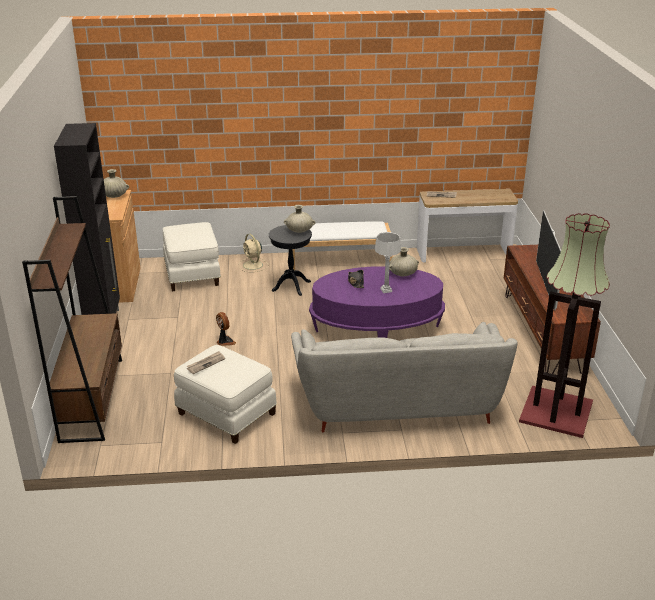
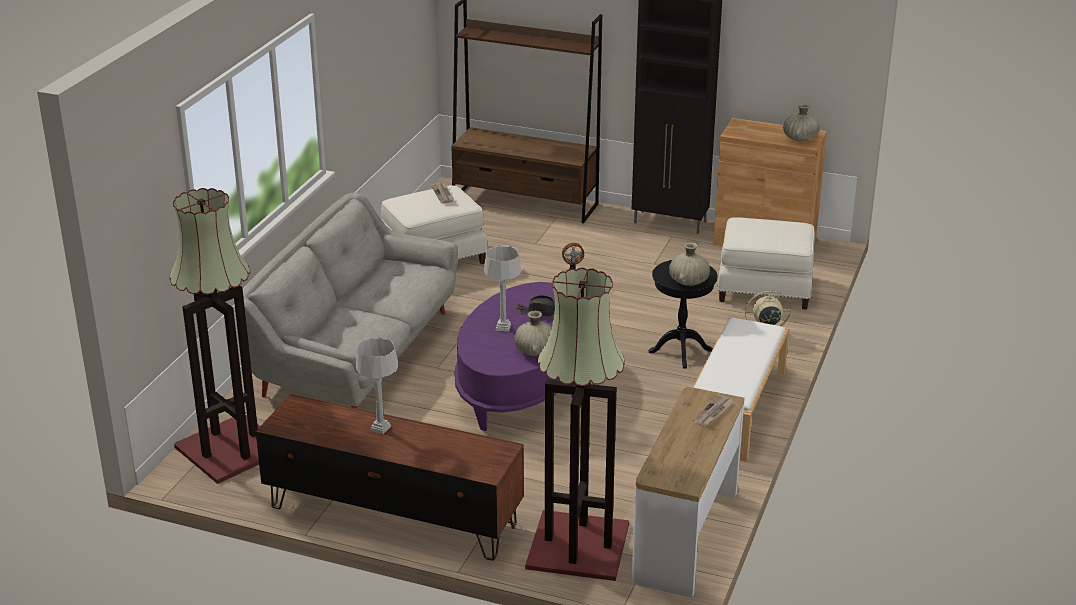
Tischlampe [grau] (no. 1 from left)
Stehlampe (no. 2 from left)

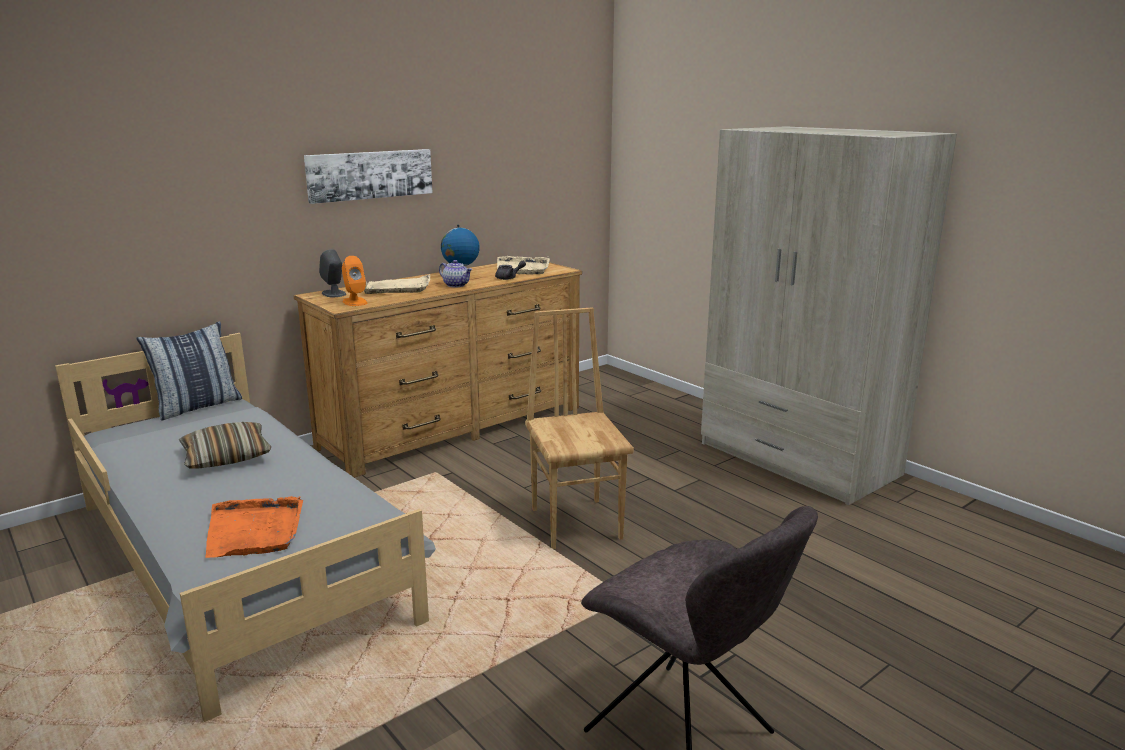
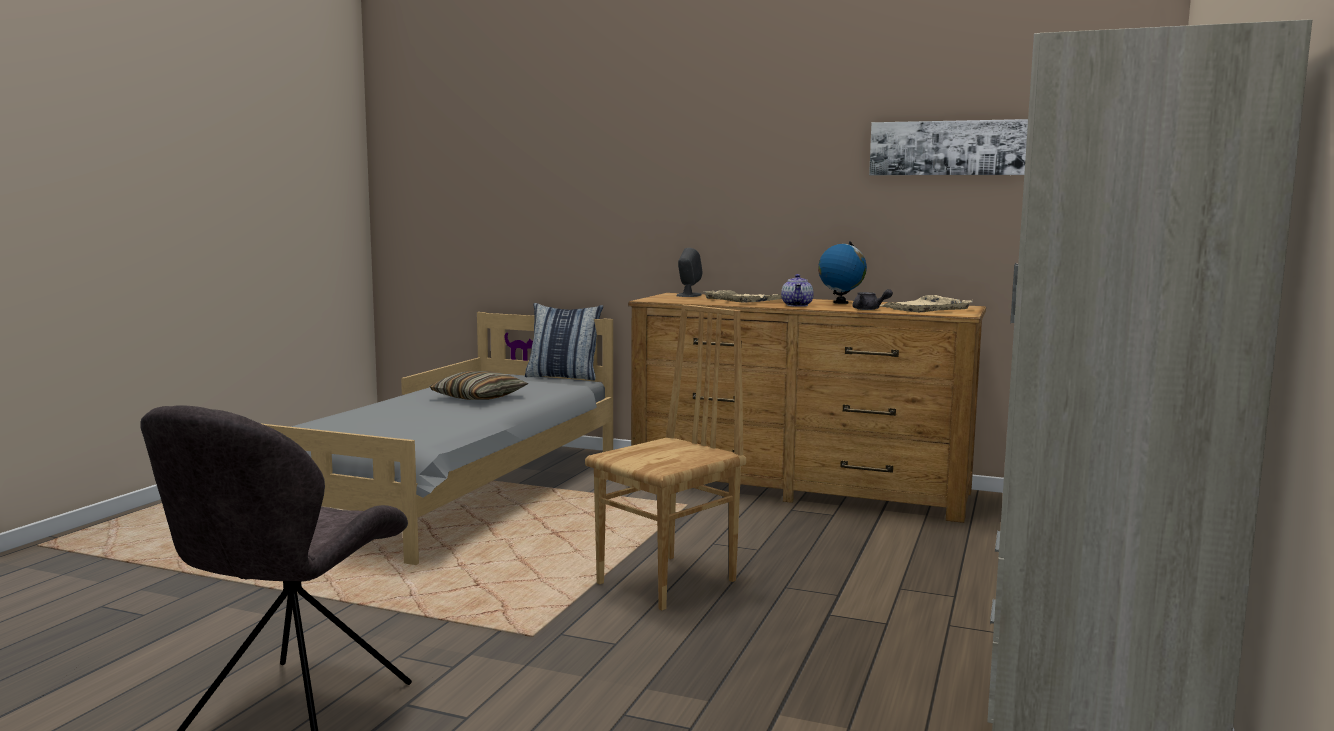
Bild
Tablett [orange]
Lautsprecher [orange]

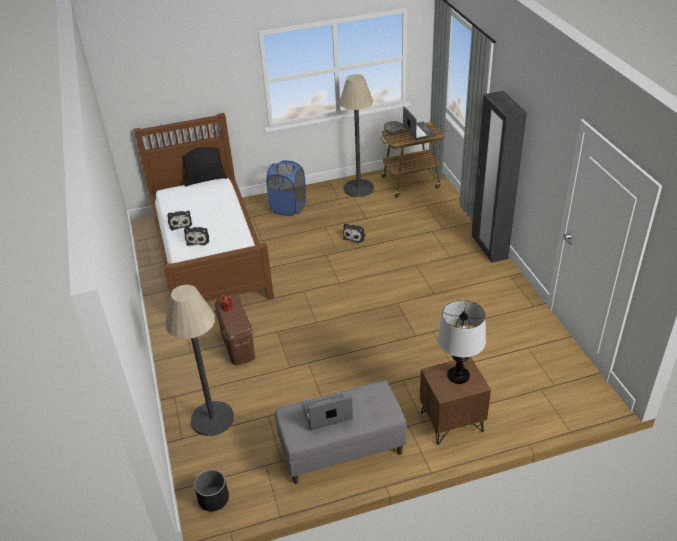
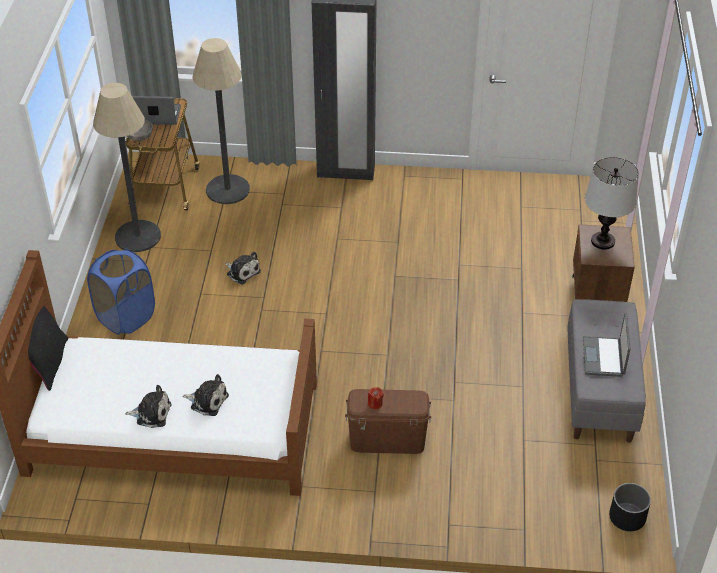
Stehlampe (no. 2 from left)

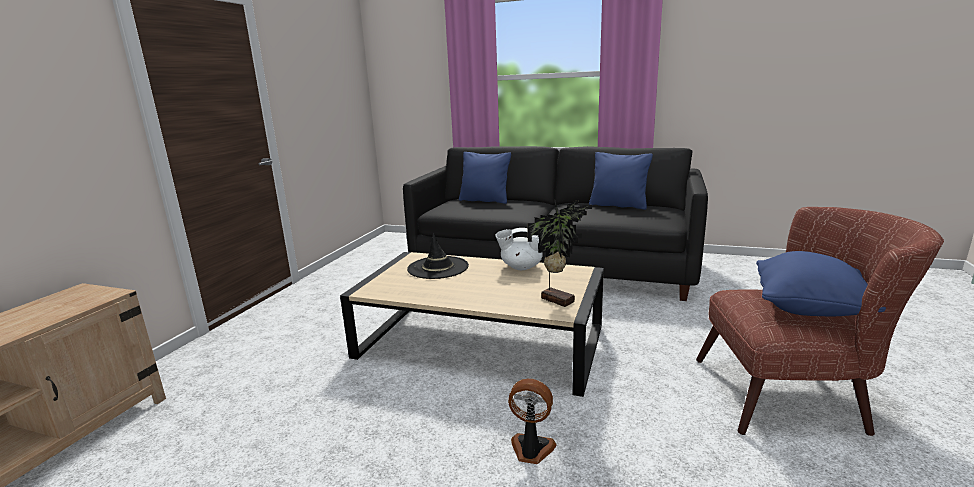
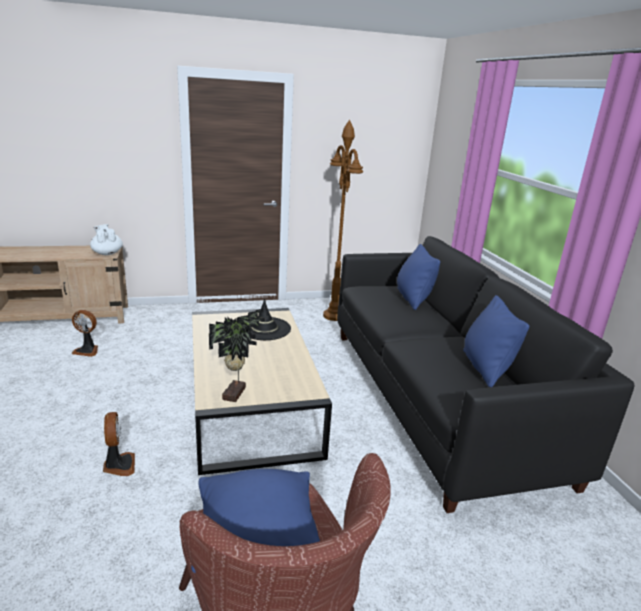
Ventilator (no. 1 from left)
Teekanne [weiß]
Stehlampe [braun]

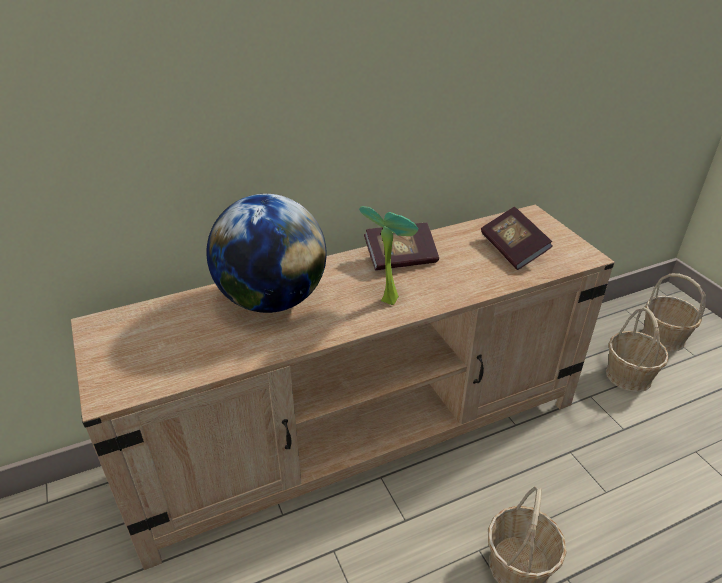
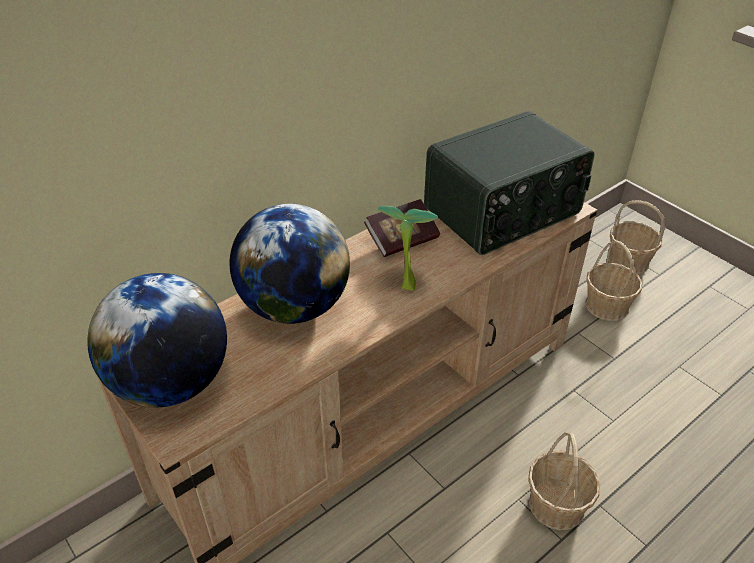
Globus (no. 1 from left)
Radio

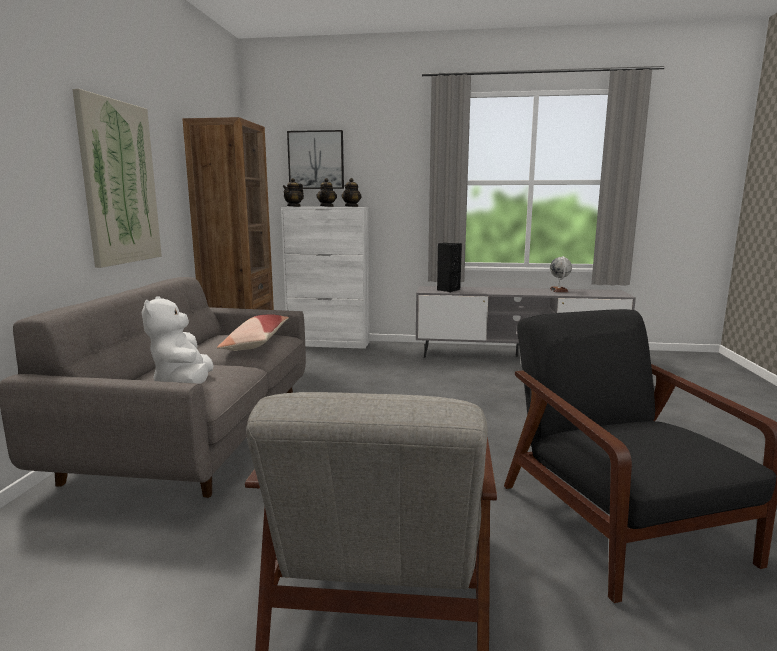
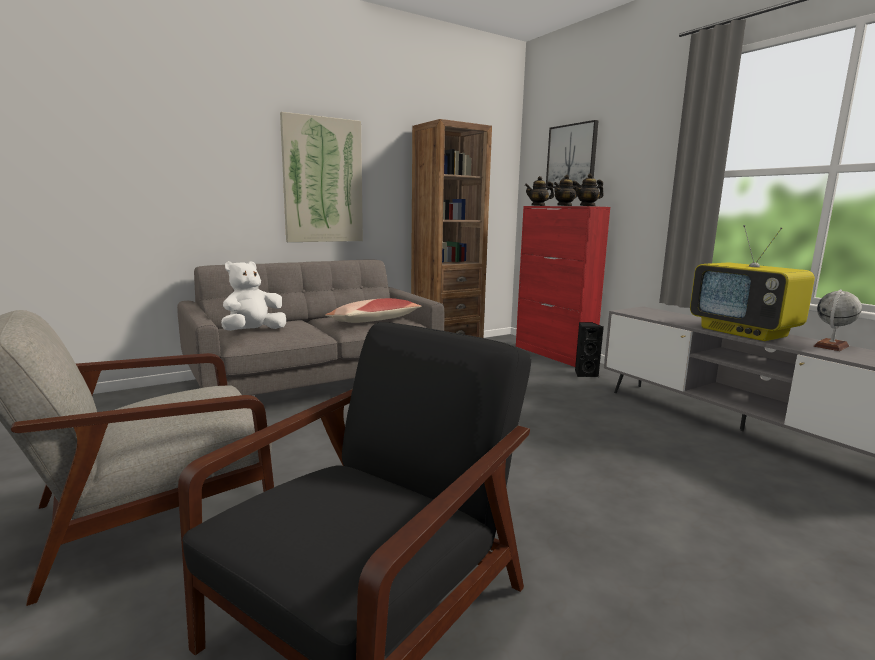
Schrank [rot]
Lautsprecher [schwarz]
Fernseher

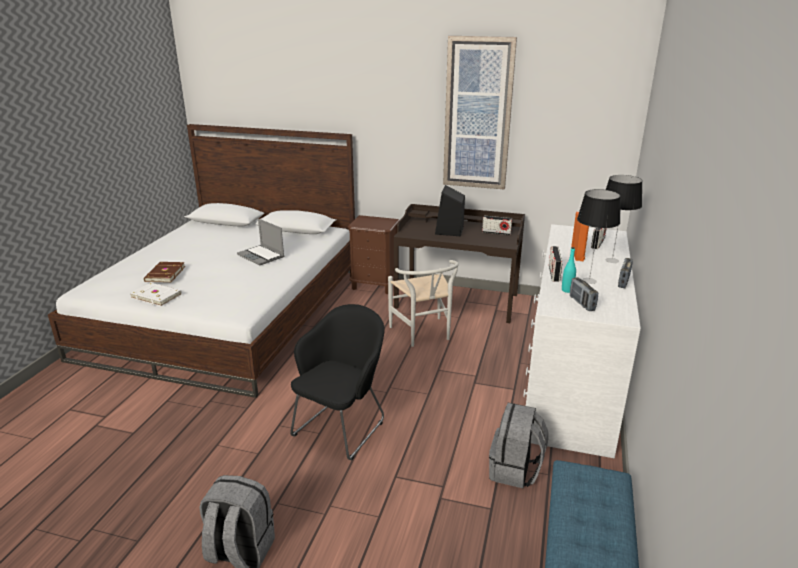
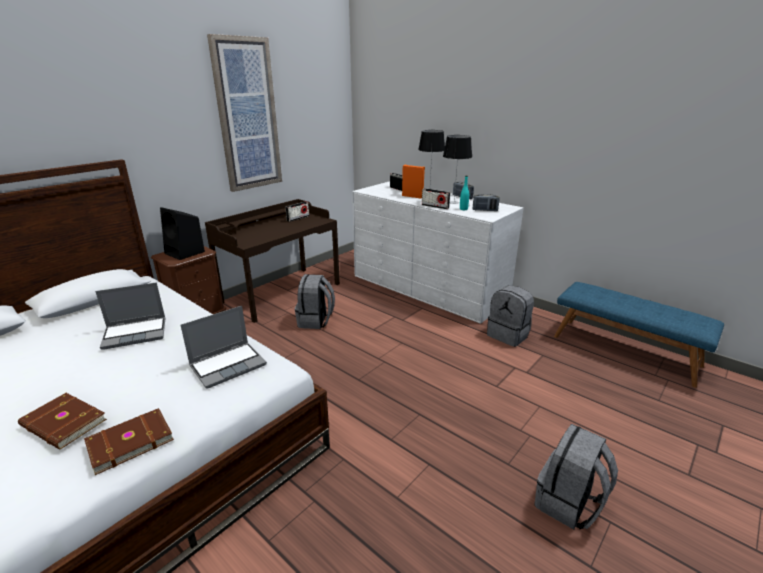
Buch [braun] (no. 2 from left)
Lautsprecher [schwarz]
Laptop (no. 2 from left)
Rucksack [grau] (no. 1 from left)
Sessel [schwarz]

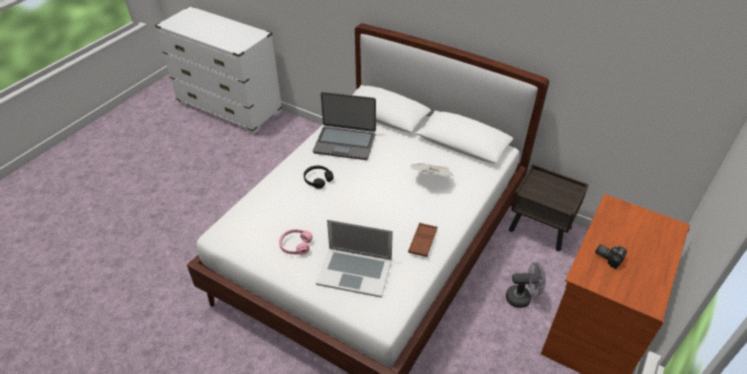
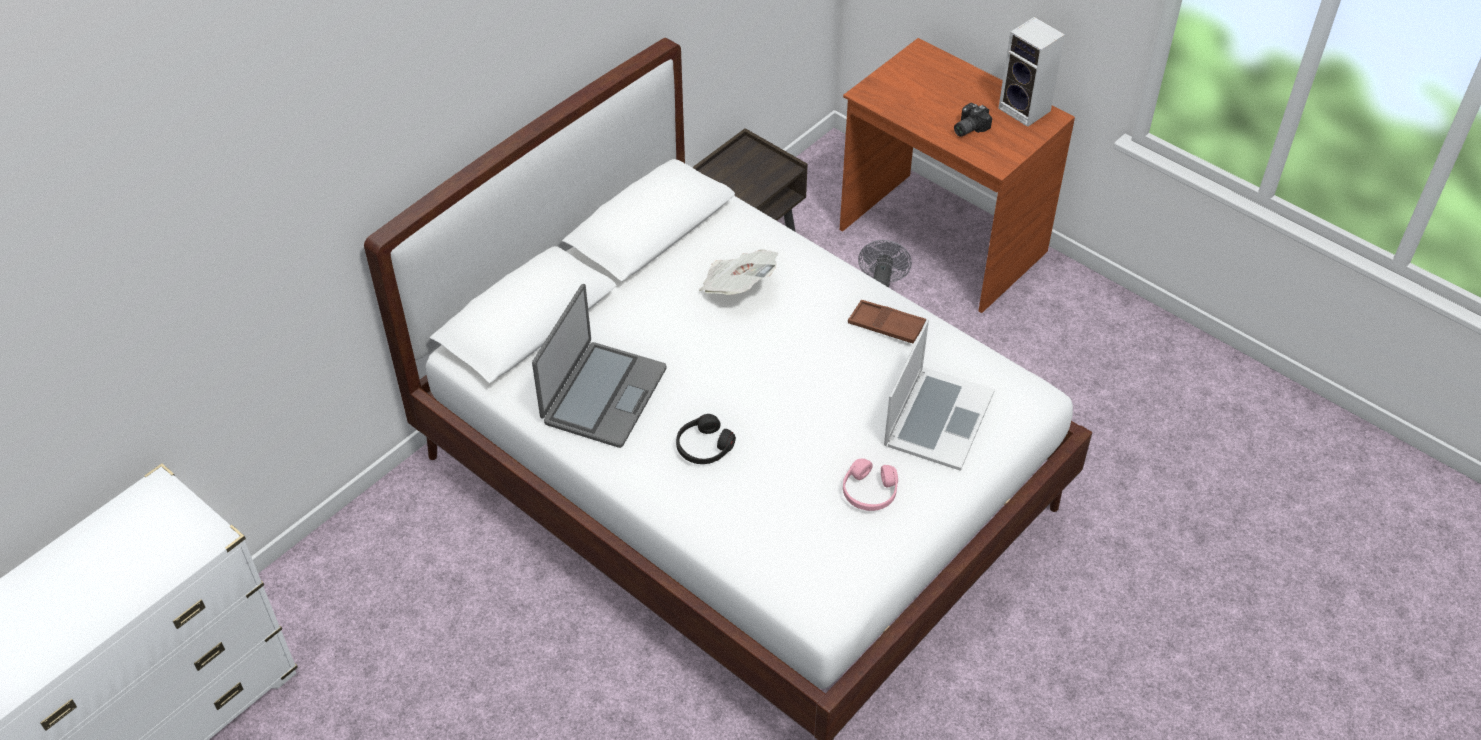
Lautsprecher

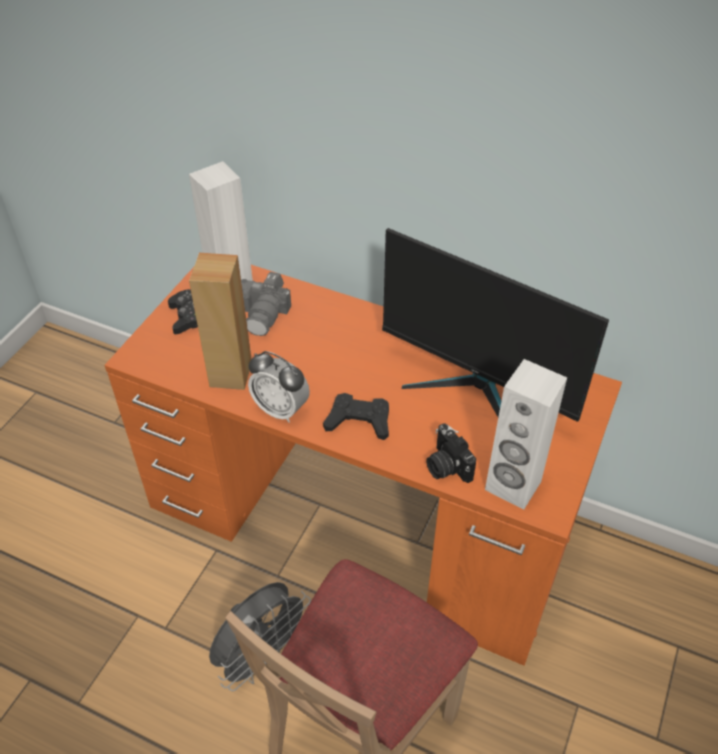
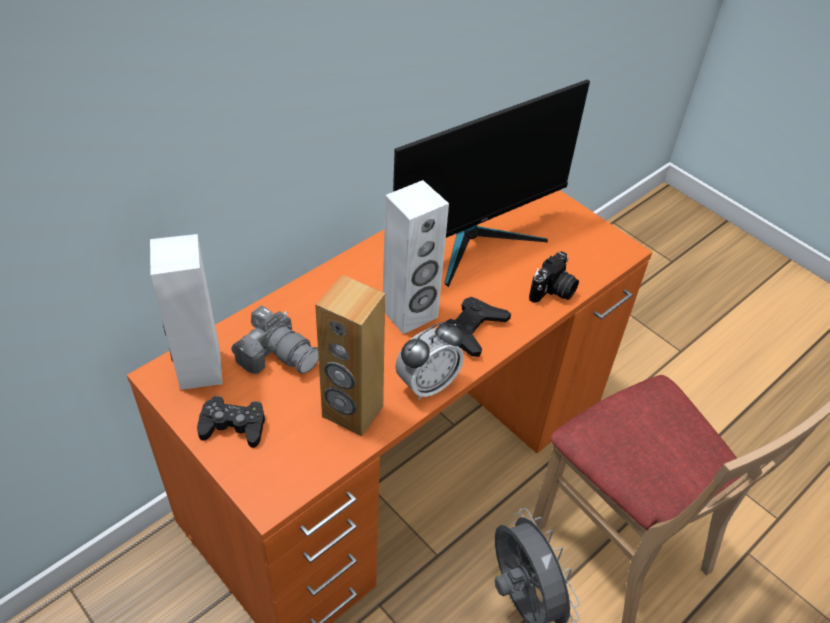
Lautsprecher [weiß] (no. 2 from left)
Kamera (no. 2 from left)

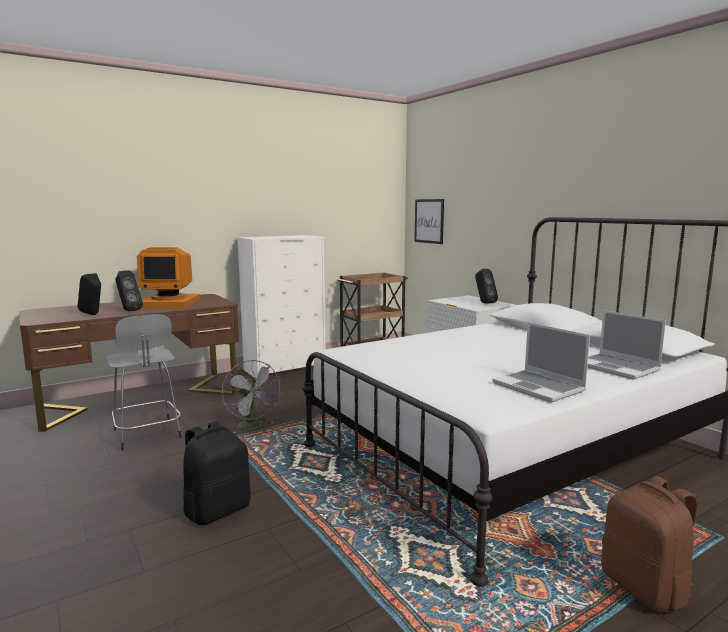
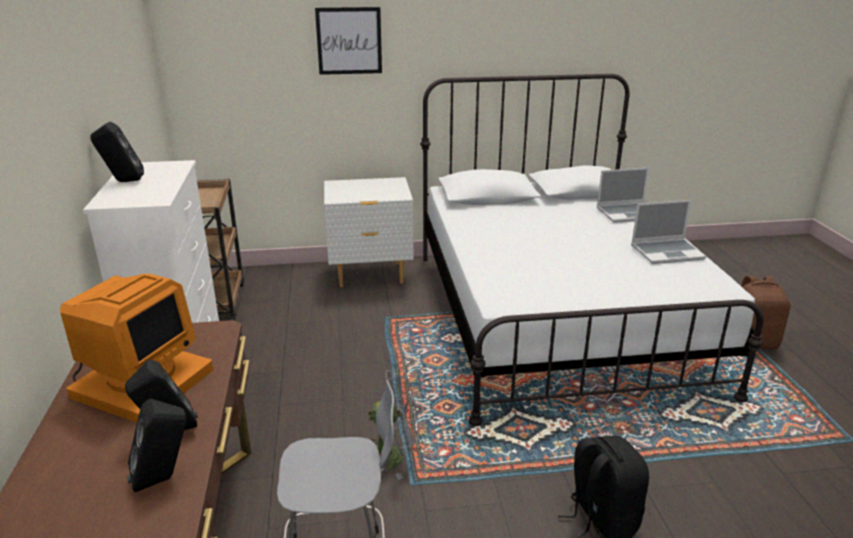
Lautsprecher [schwarz] (no. 1 from left)
Bild

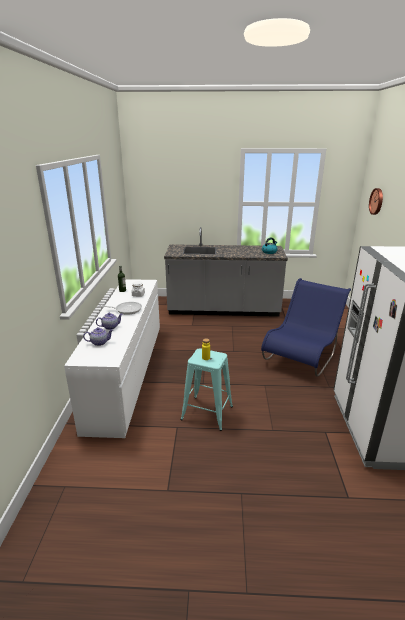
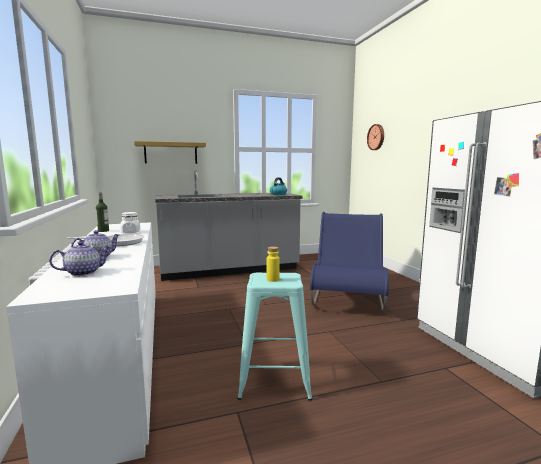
Wandregal

